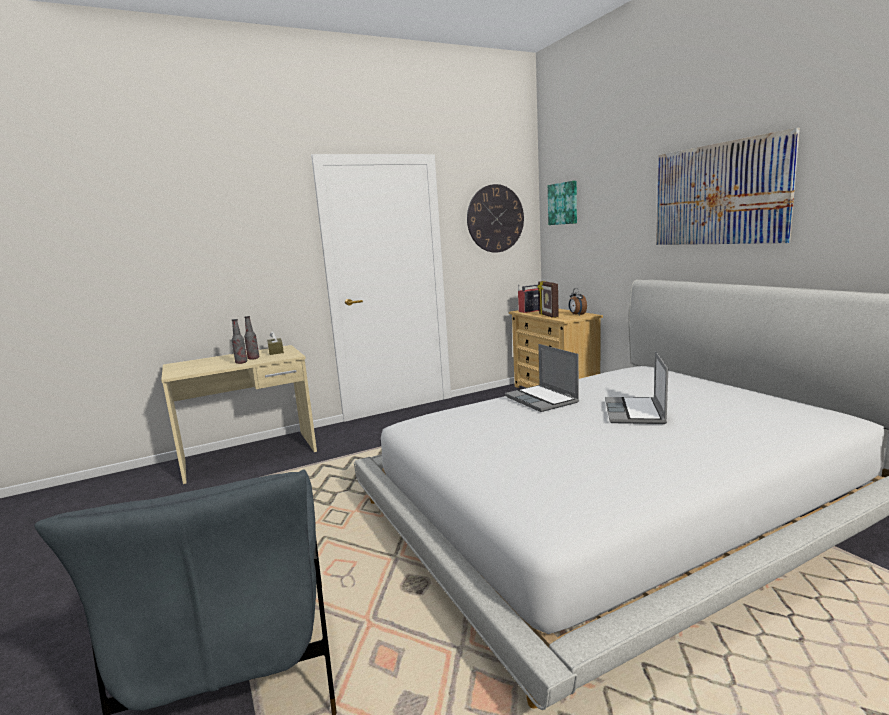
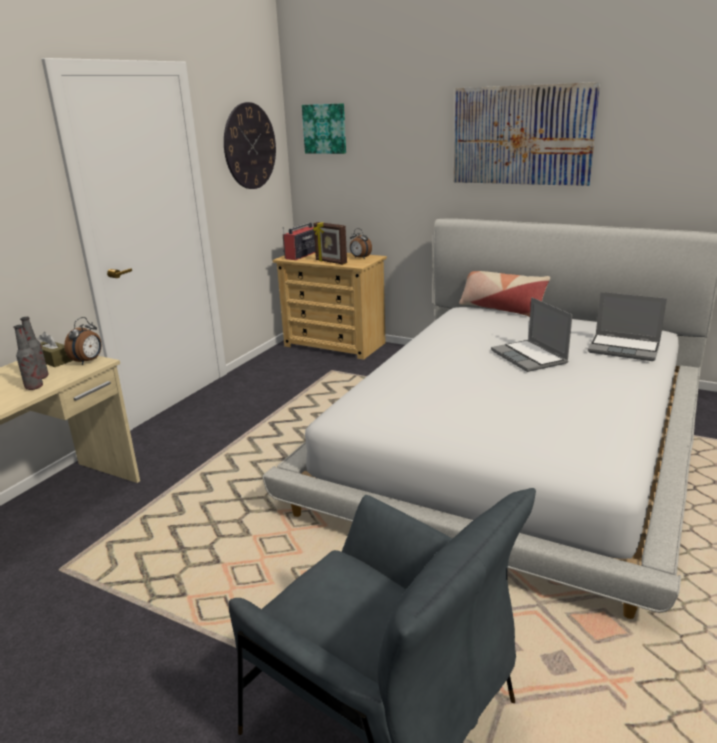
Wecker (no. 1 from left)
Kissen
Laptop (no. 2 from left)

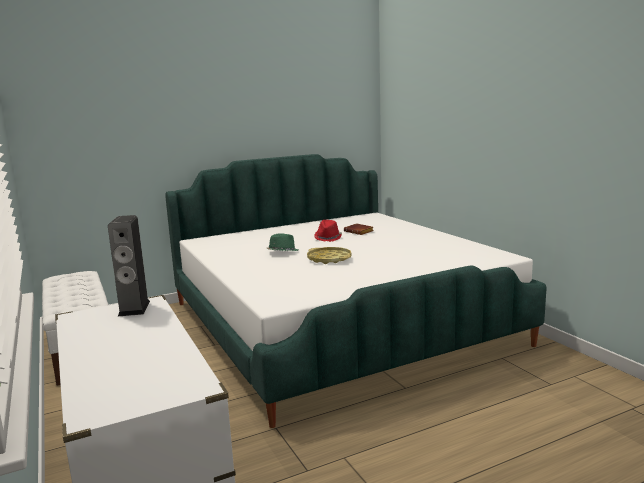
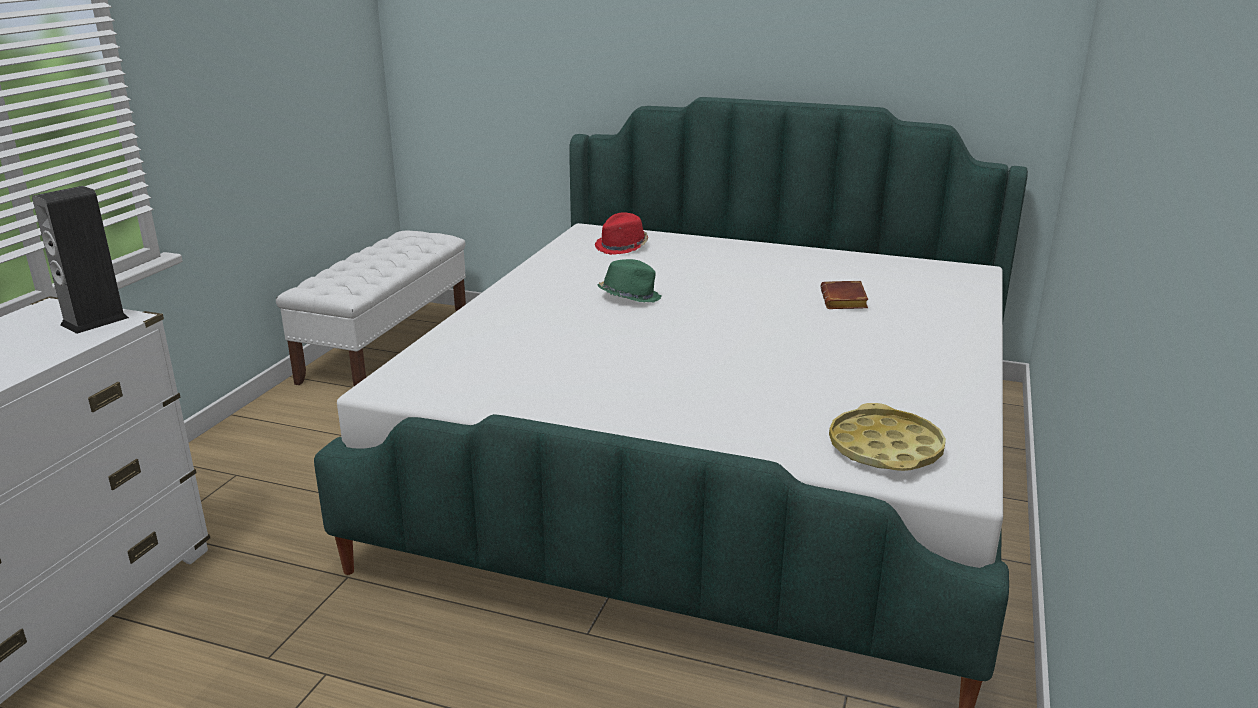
Hut [rot]
Tablett [gelb]

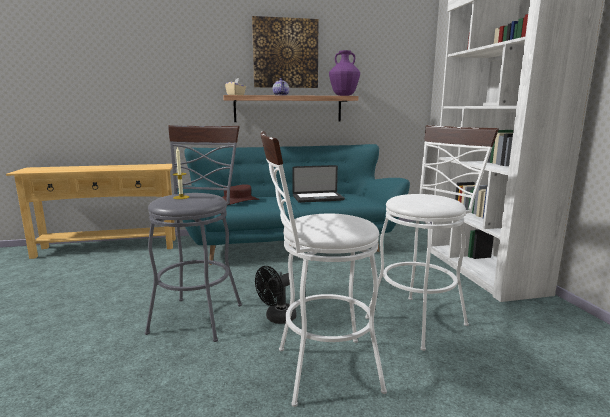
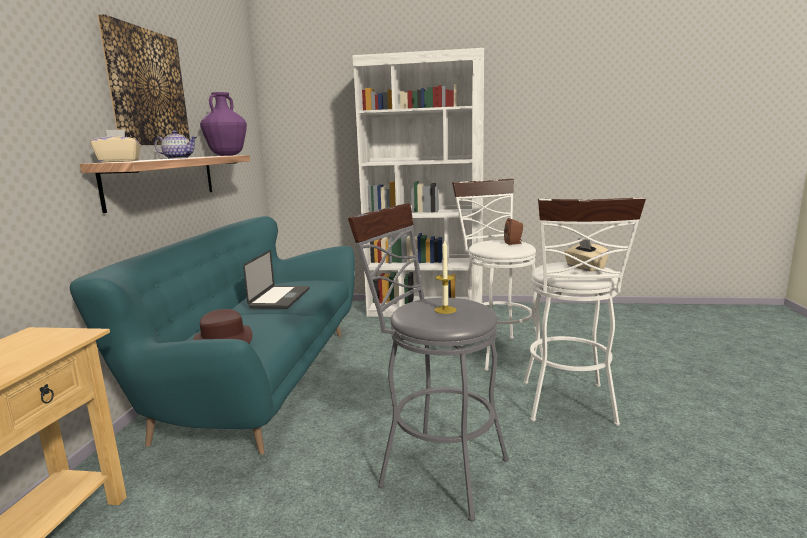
Lautsprecher [braun]
Taschentuchbox [beige] (no. 2 from left)
Ventilator [schwarz]

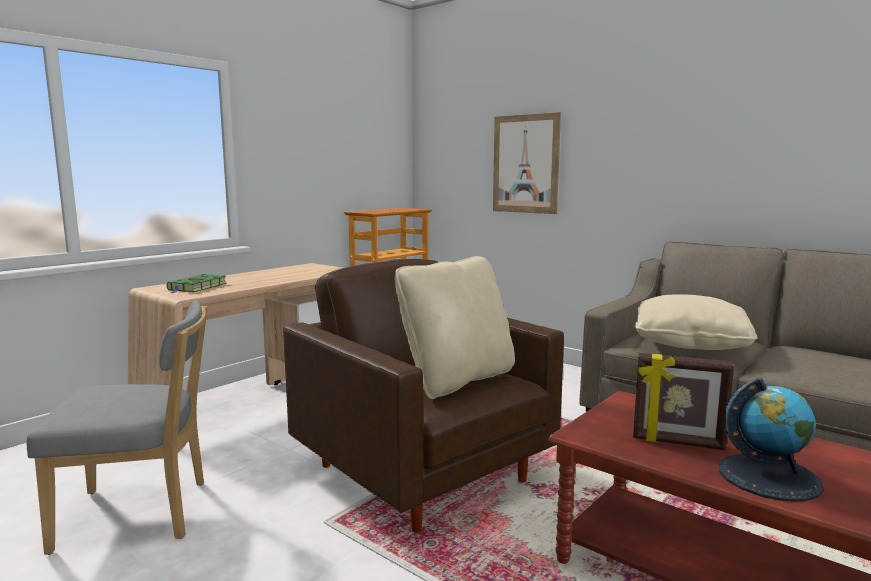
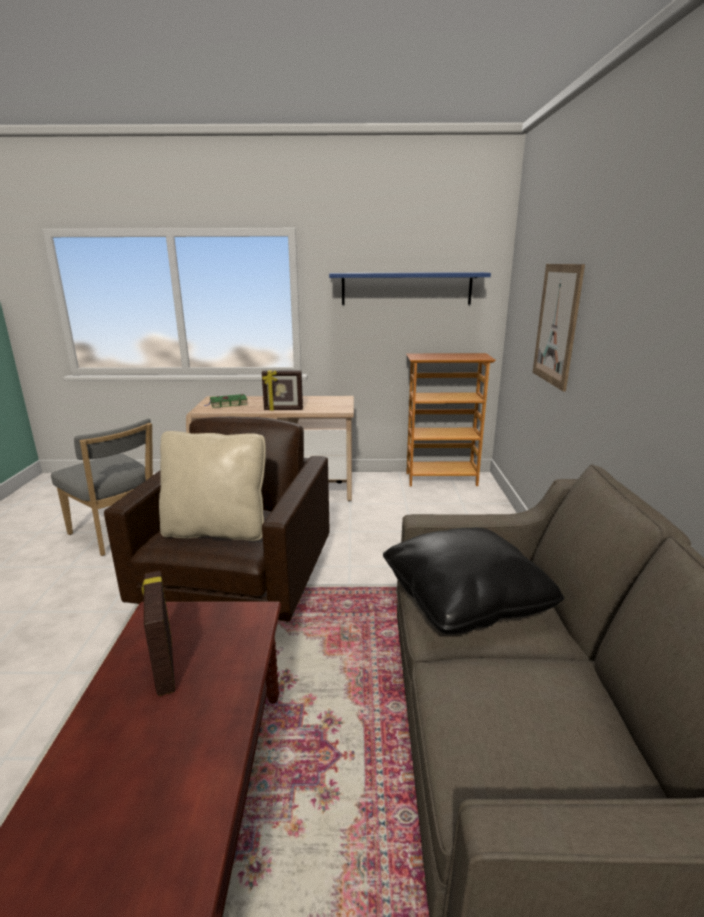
Bilderrahmen (no. 2 from left)
Wandregal [blau]
Kissen [schwarz]
Globus

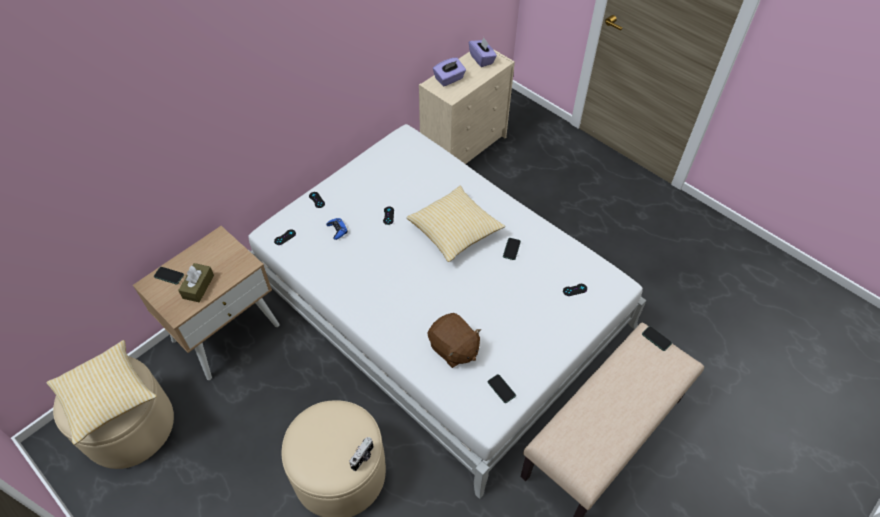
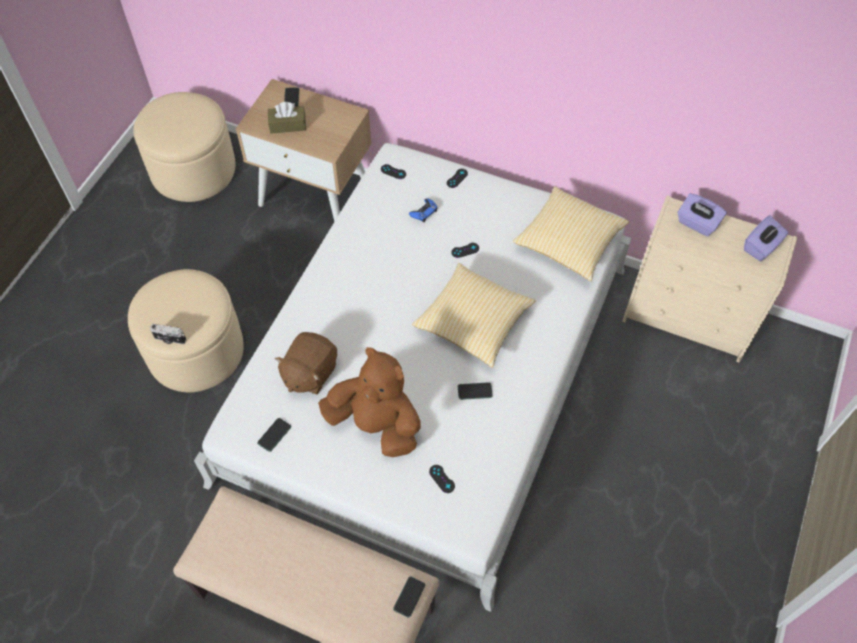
Plüschtier [braun] (no. 2 from left)
Kissen (no. 2 from left)

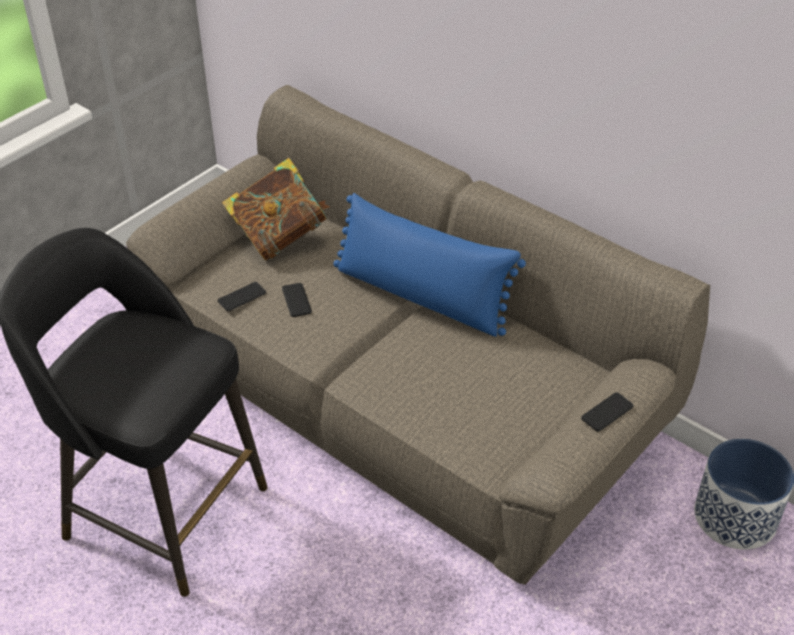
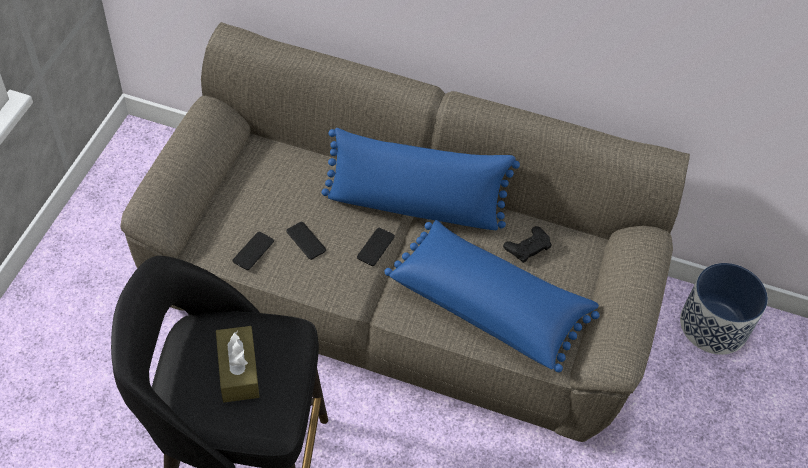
Taschentuchbox [braun]
Handy (no. 3 from left)
Kissen [blau] (no. 2 from left)
Gamepad [schwarz]
Buch

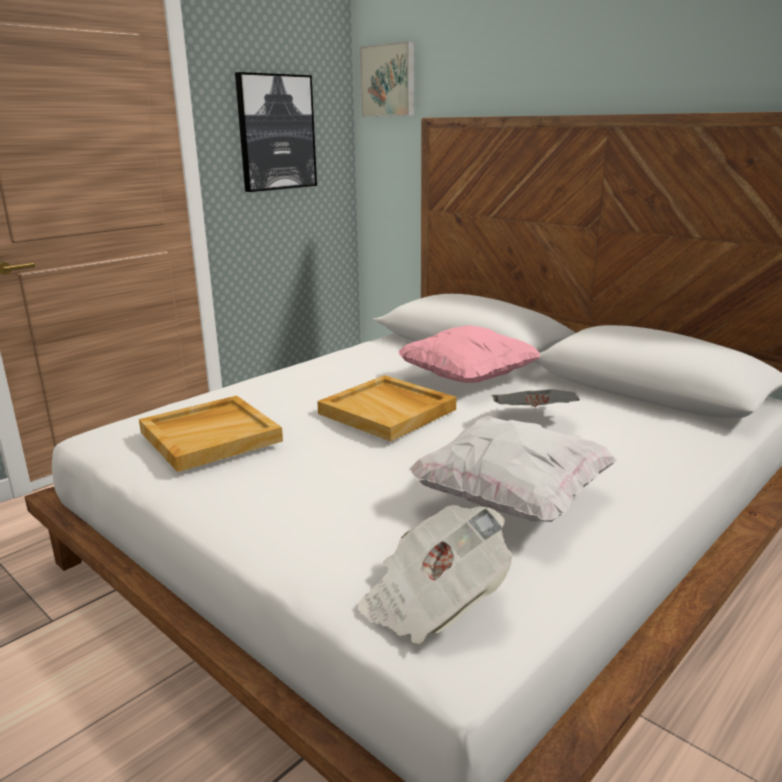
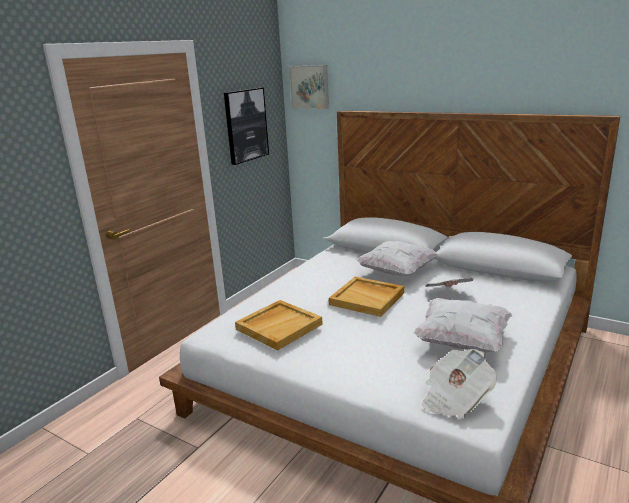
Kissen [weiß] (no. 1 from left)

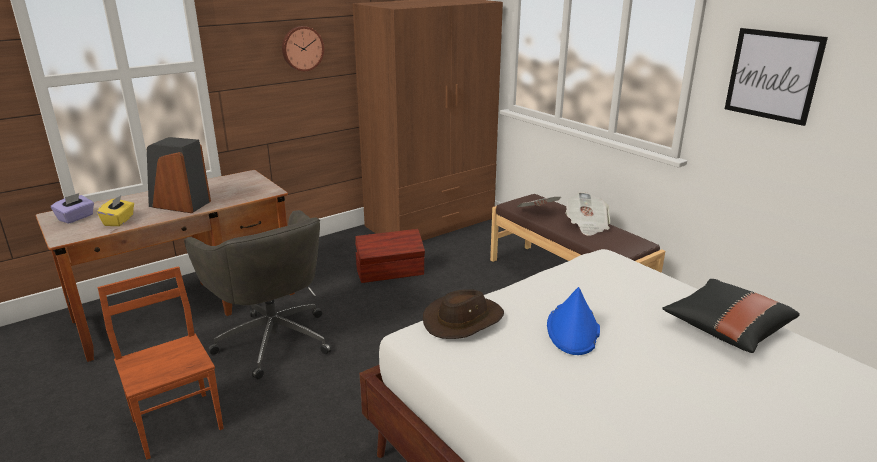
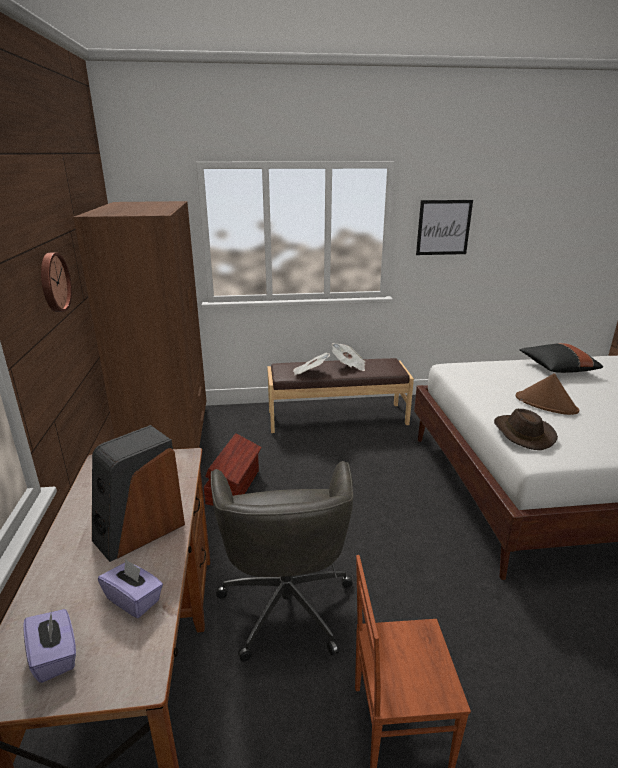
Taschentuchbox [lila] (no. 2 from left)
Bürostuhl [grau]
Hut [braun] (no. 2 from left)

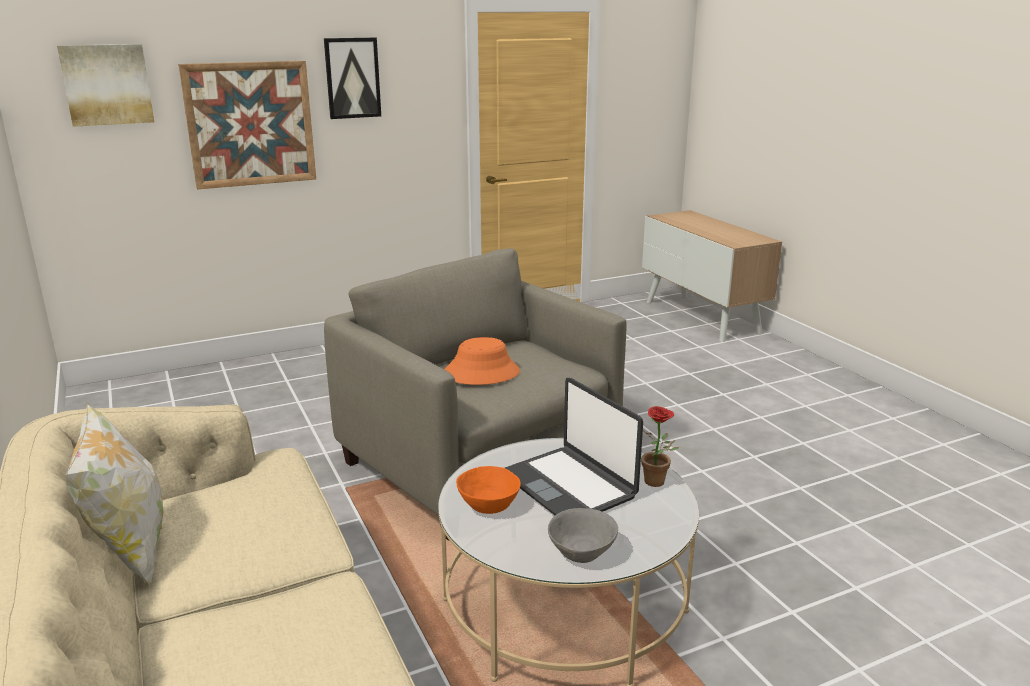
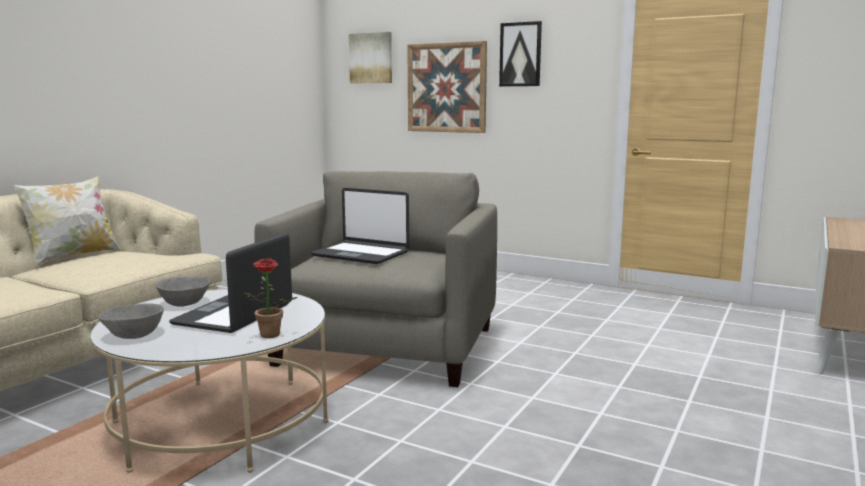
Schüssel [grau] (no. 2 from left)
Laptop (no. 2 from left)

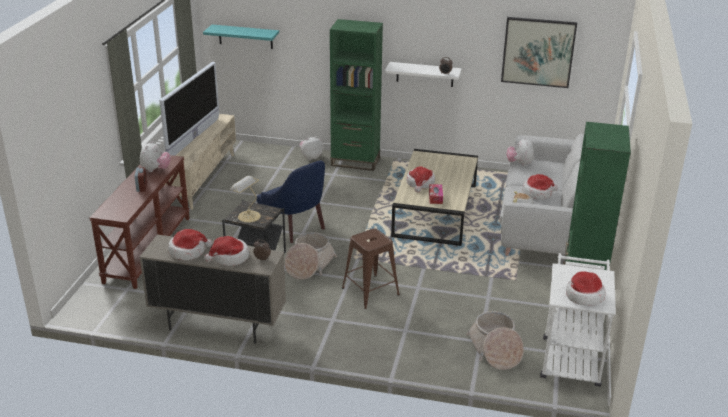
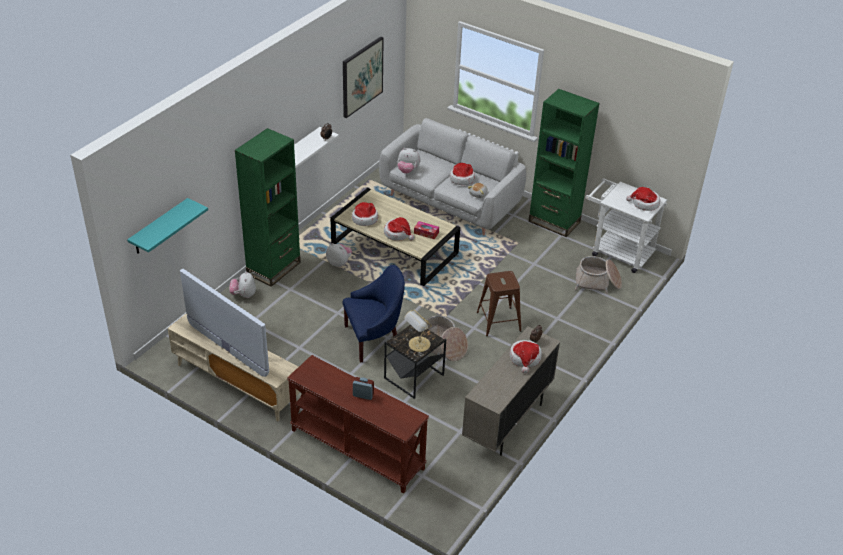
Plüschtier (no. 2 from left)
Hut (no. 1 from left)

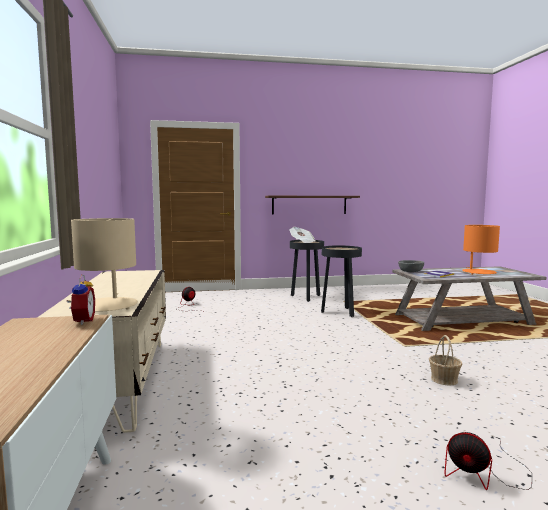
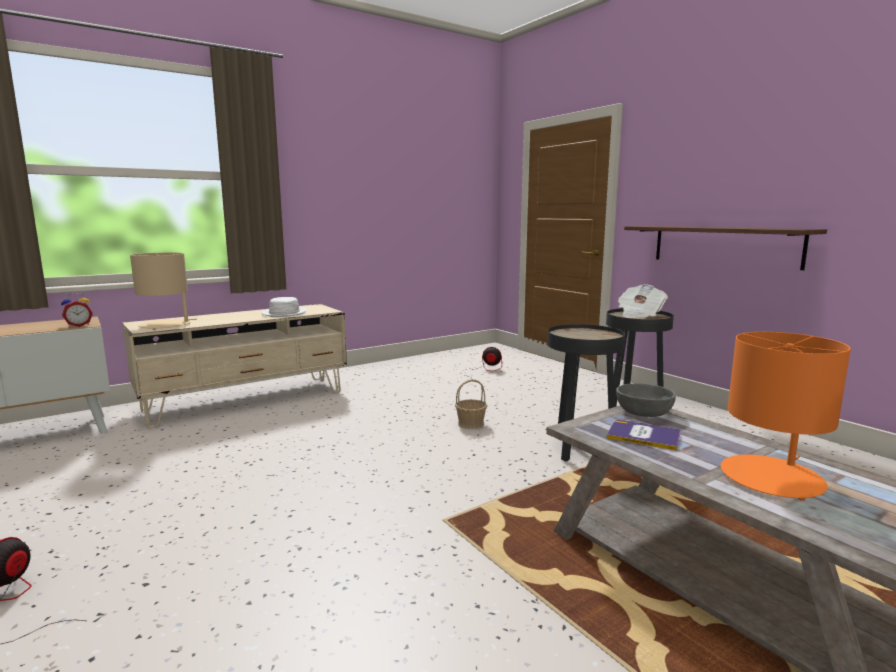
Hut [weiß]
Korb

